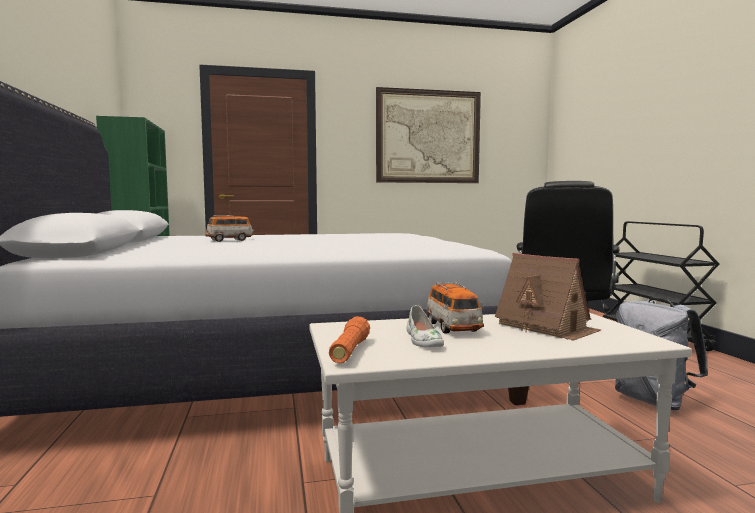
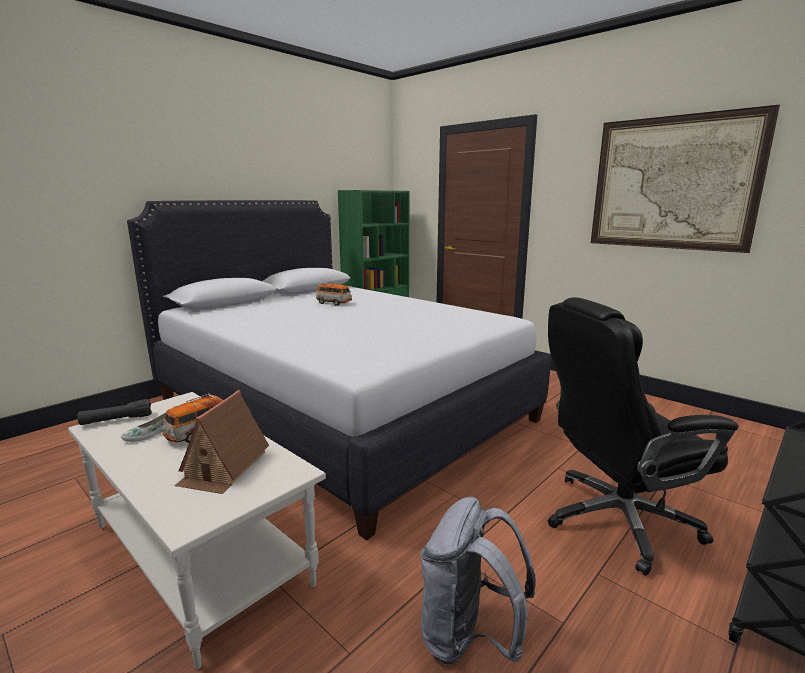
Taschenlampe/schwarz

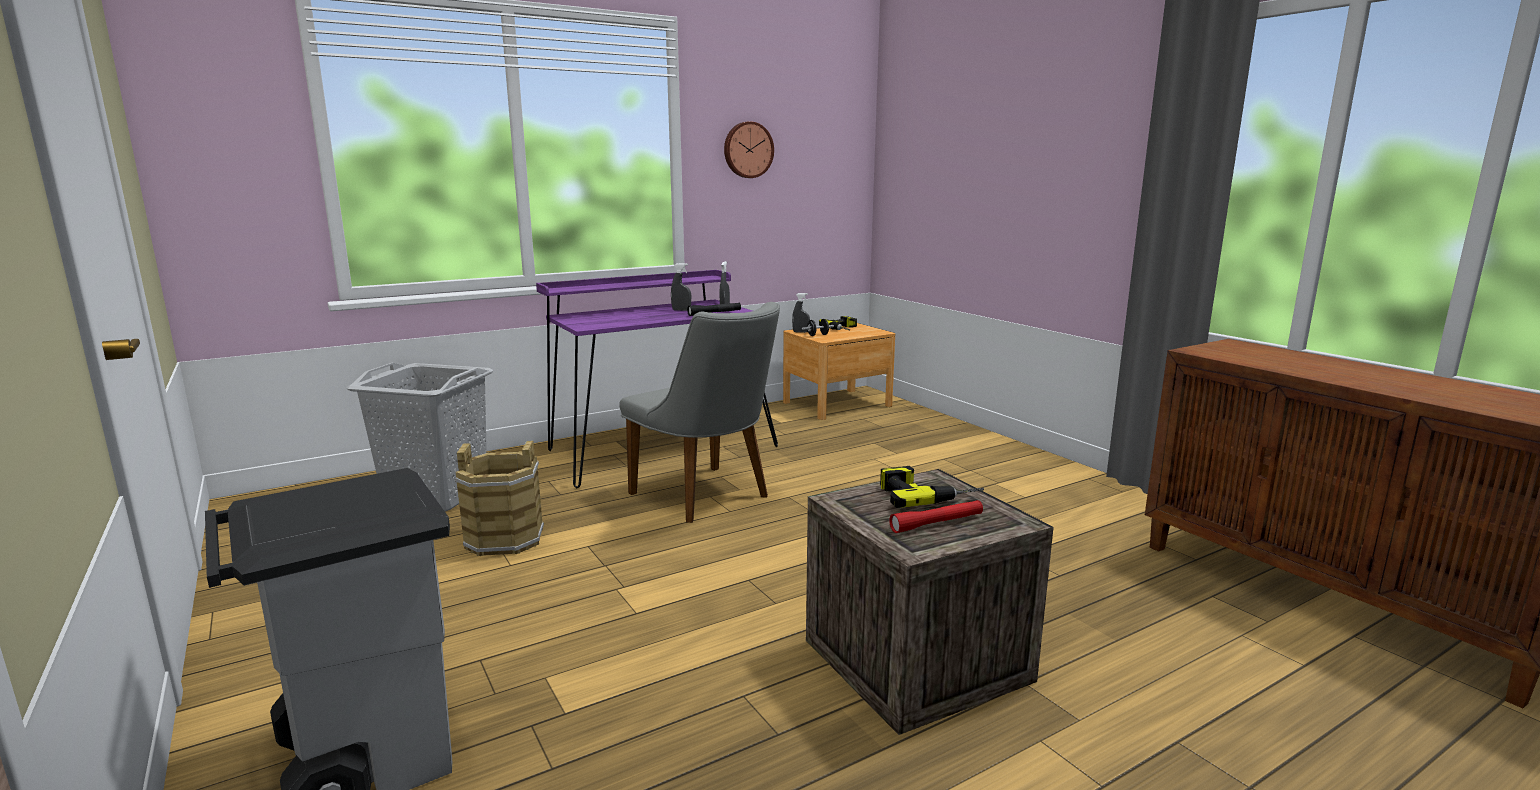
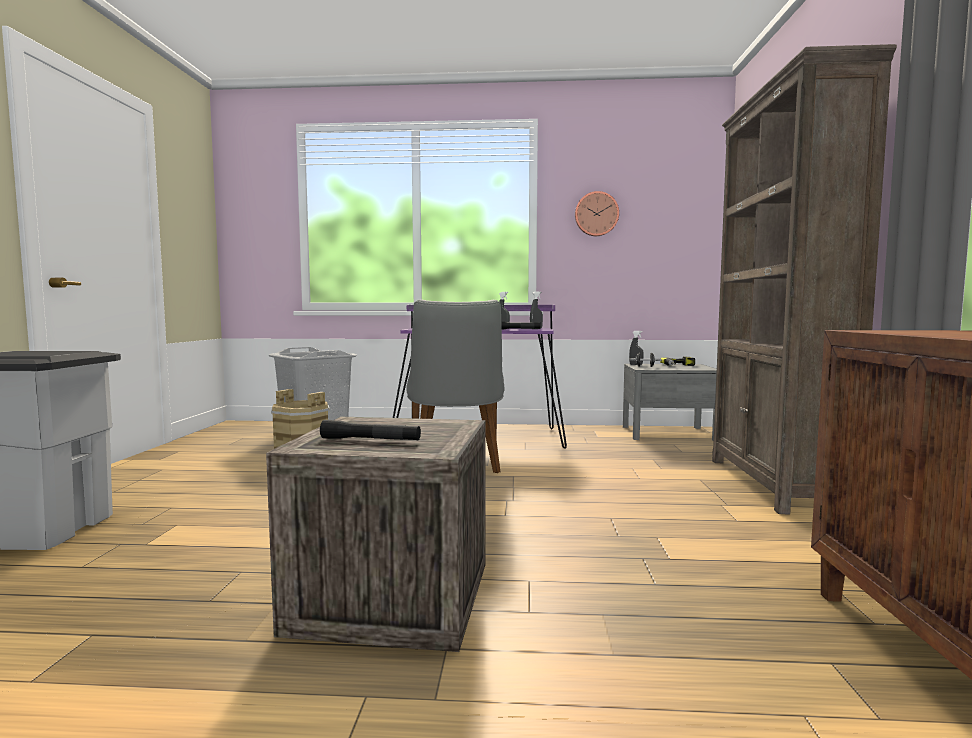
Bohrmaschine (no. 2 from left in the first image)
Bücherregal/braun
Nachttisch/grau
Taschenlampe/schwarz (no. 1 from left)

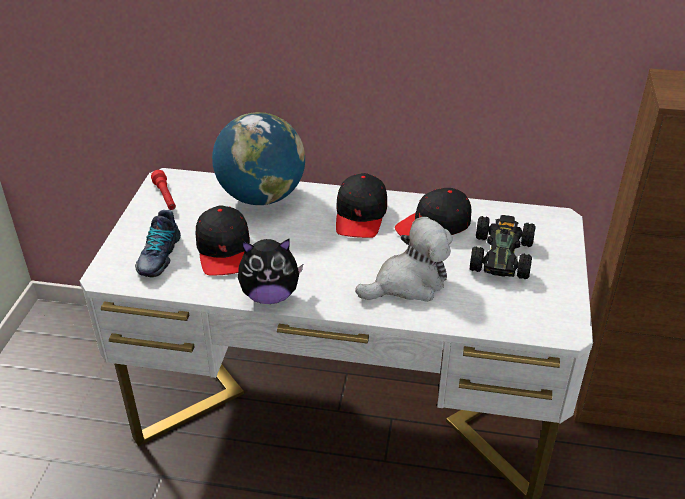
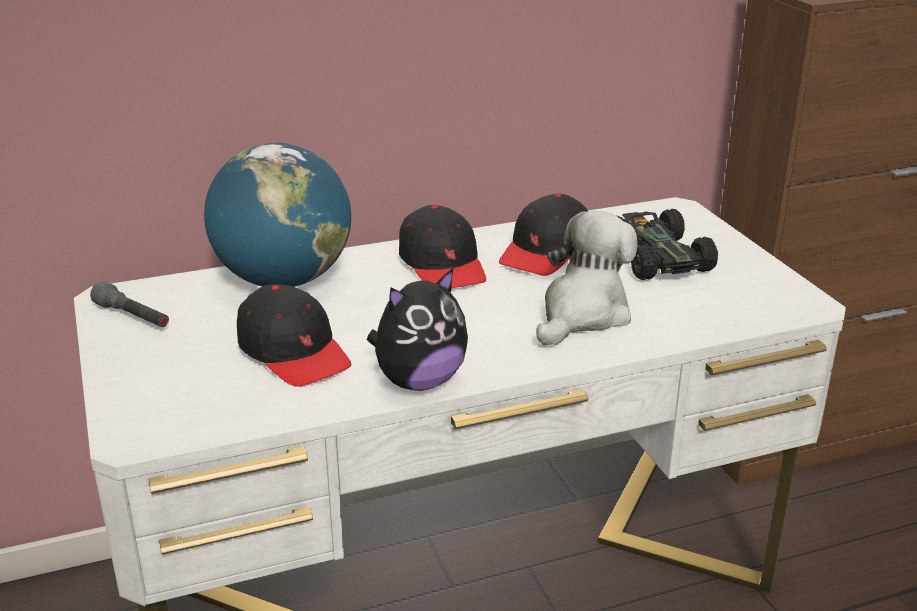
Schuh
Taschenlampe/grau

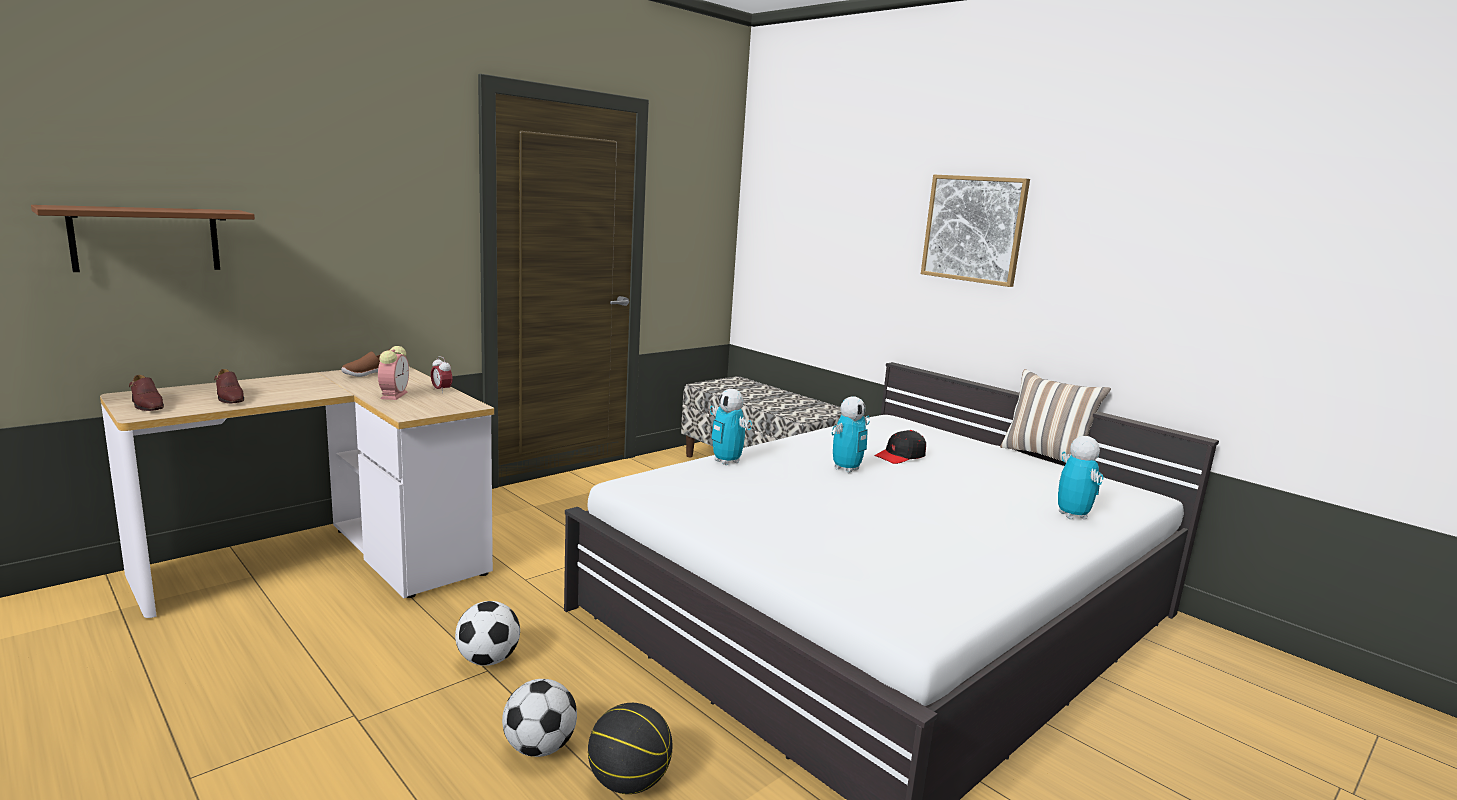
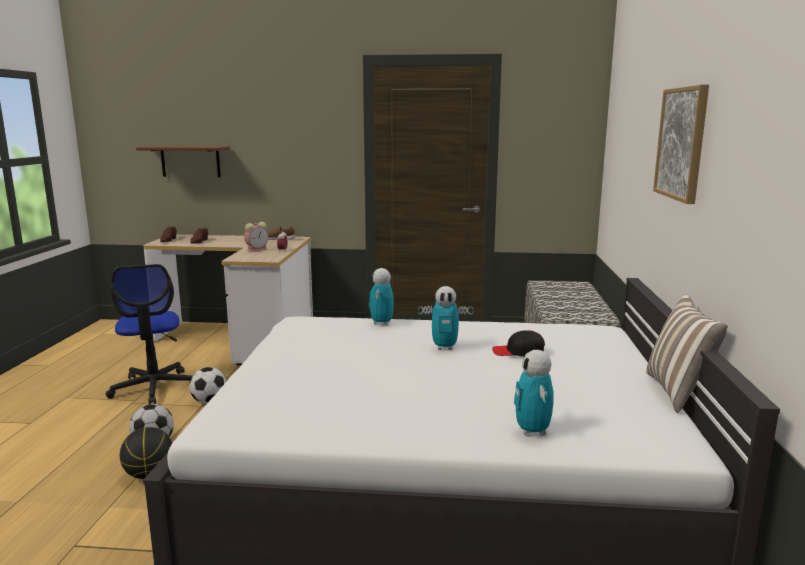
Bürostuhl
Spielzeugroboter (no. 3 from left)

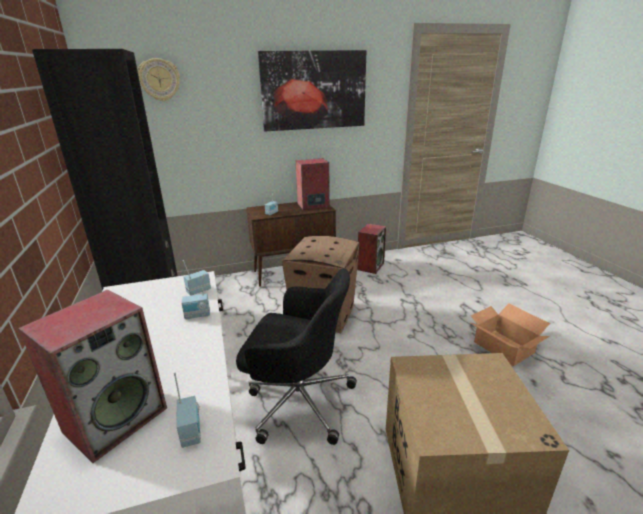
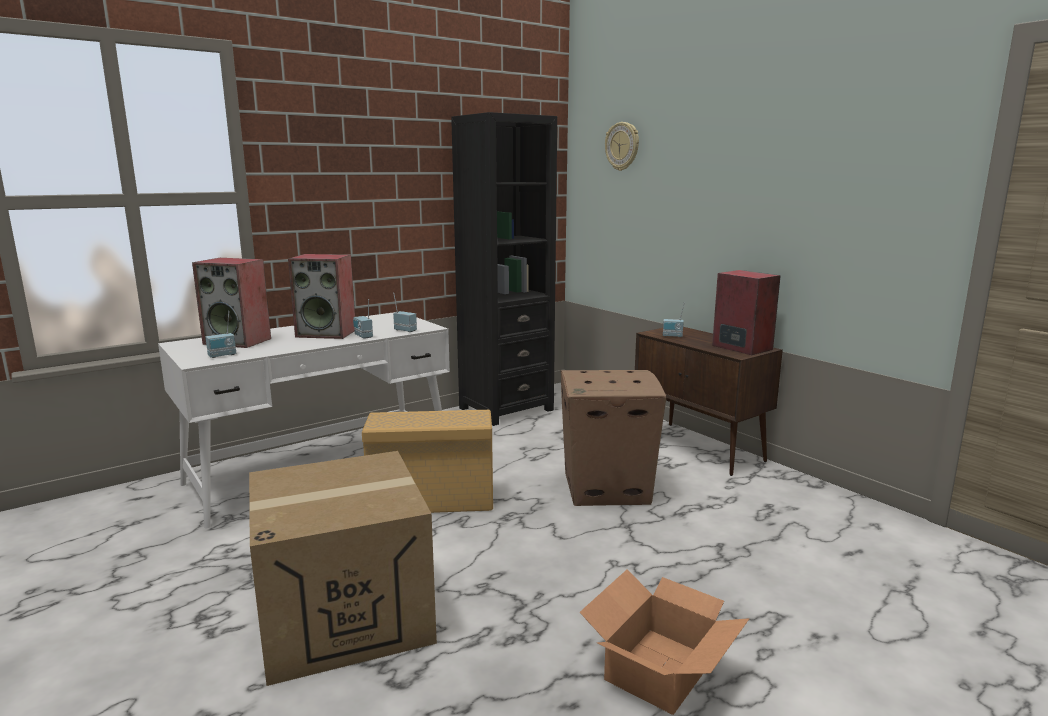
Bild
Lautsprecher (no. 2 from left)
Aufbewahrungsbox/beige

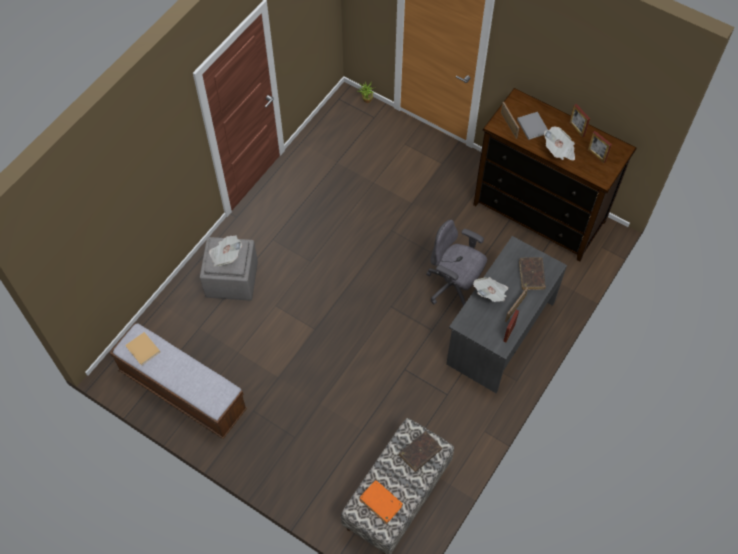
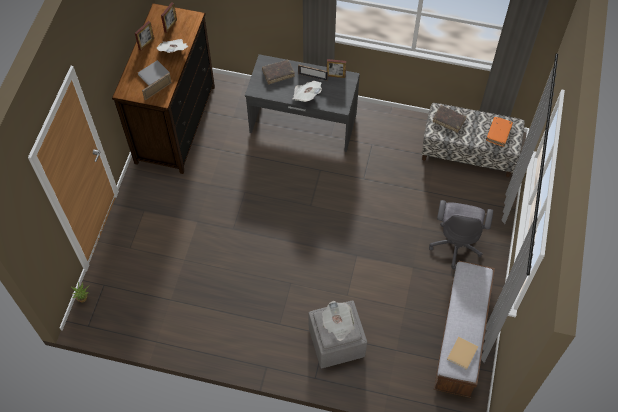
Bürostuhl/grau

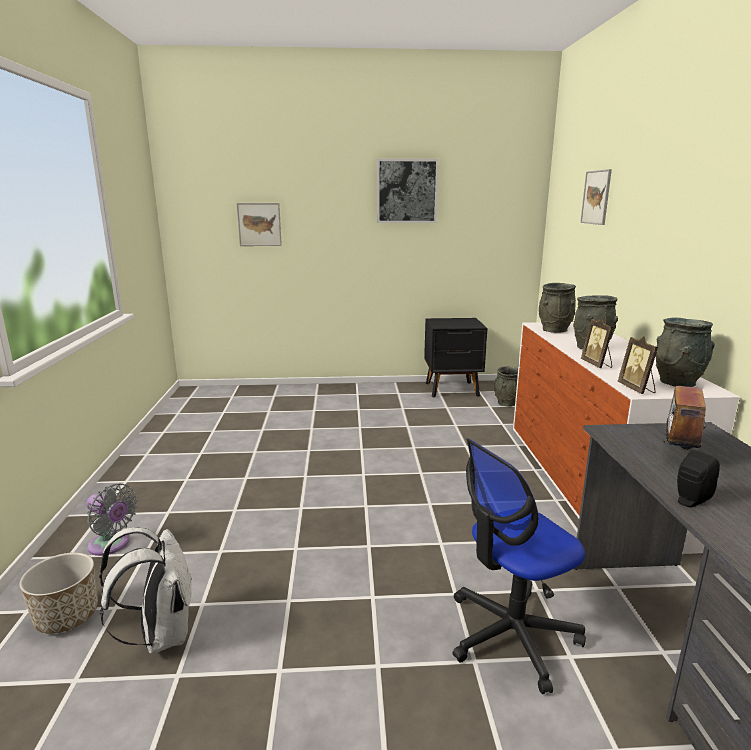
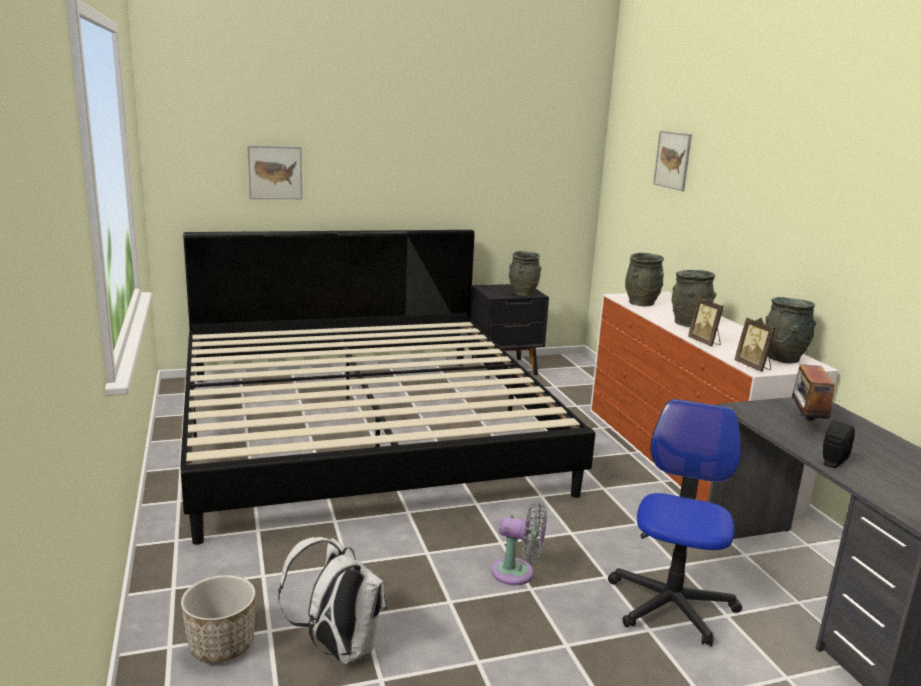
Bild (no. 2 from left in the first image)
Bett
Ventilator/grau
Vase/grau (no. 1 from left)
Bürostuhl

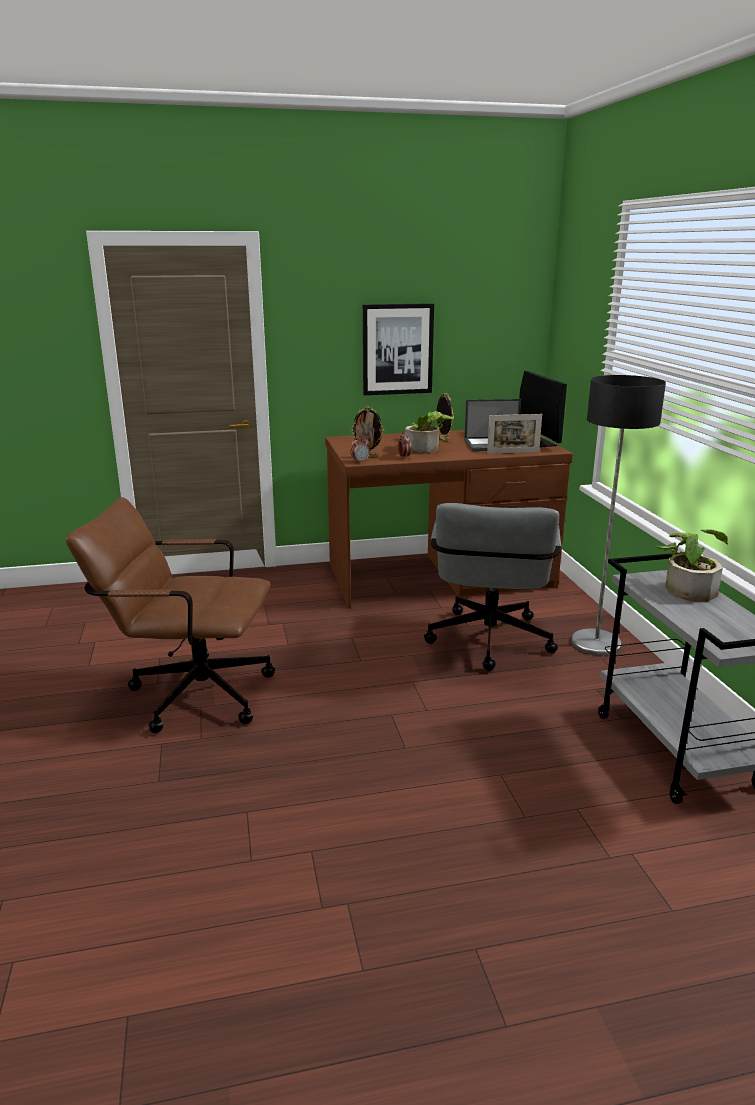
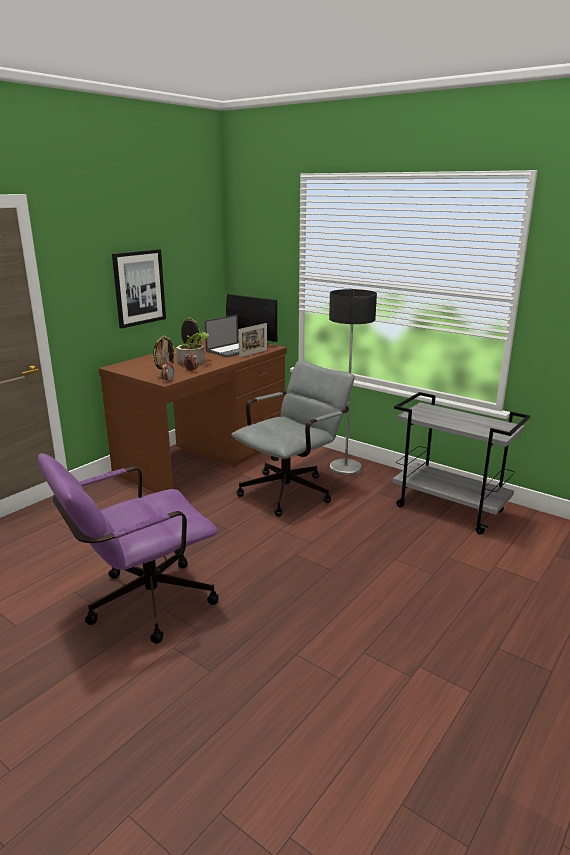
Topfpflanze (no. 2 from left in the first image)
Bürostuhl/lila
Bürostuhl/grau

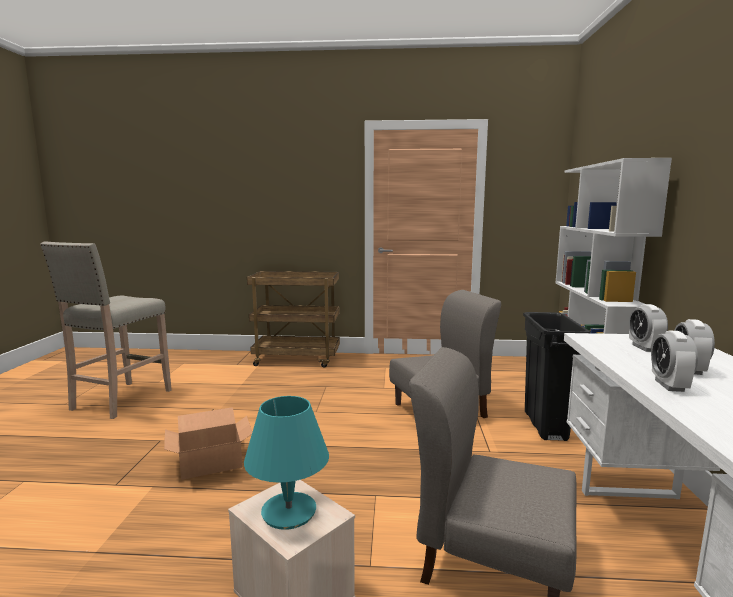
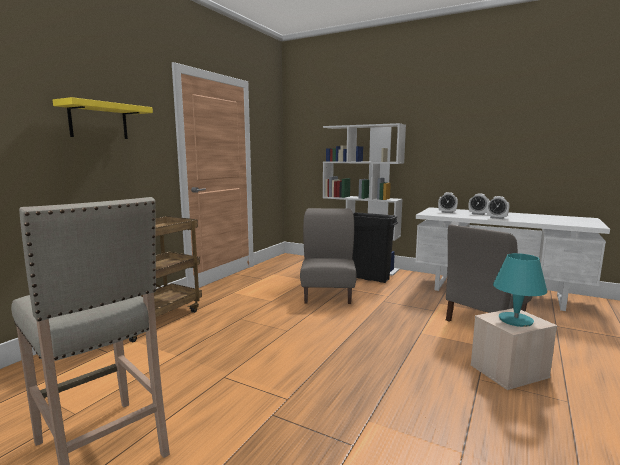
Karton
Wandregal/gelb

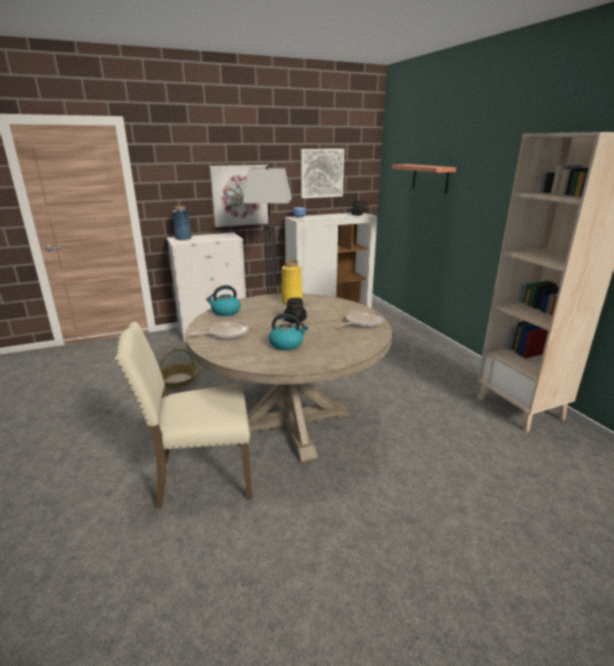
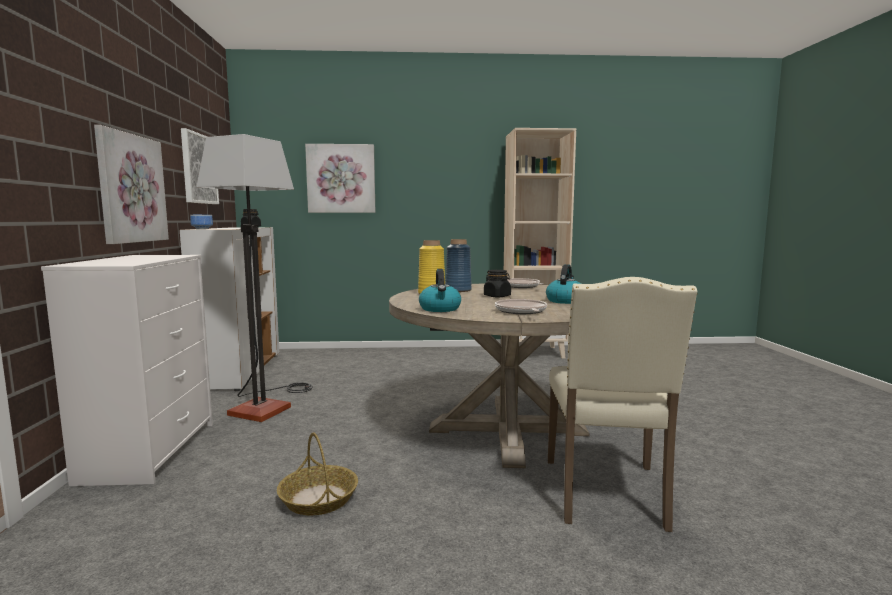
Vase/blau
Bild (no. 3 from left)

